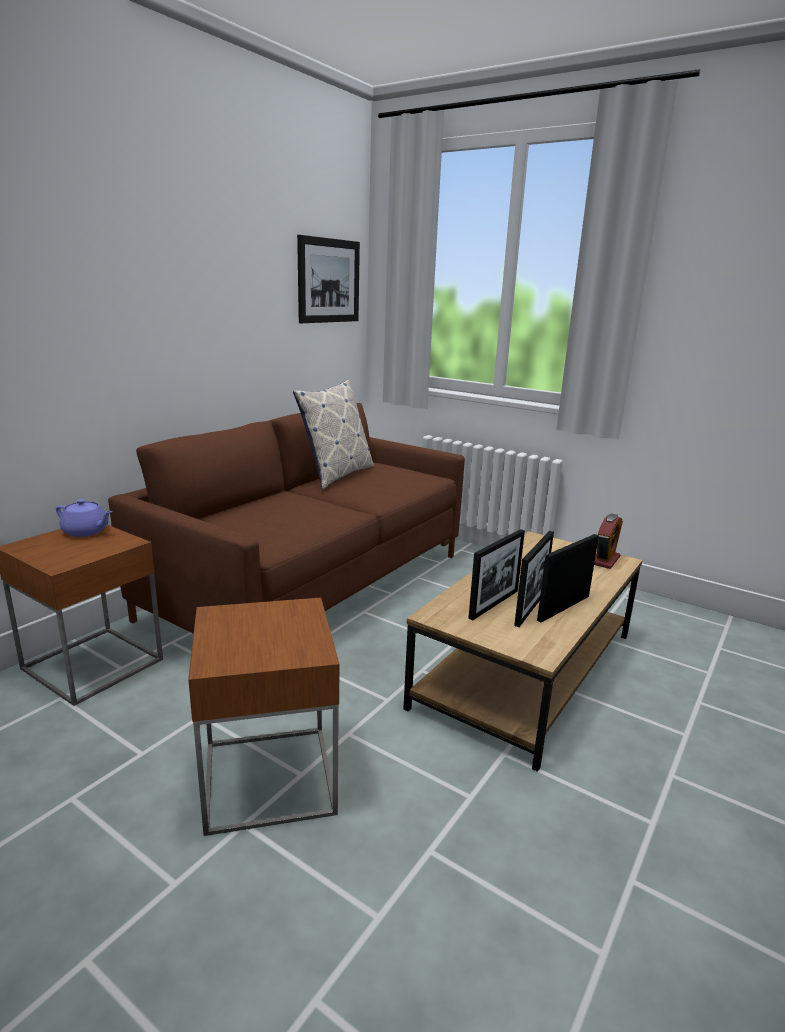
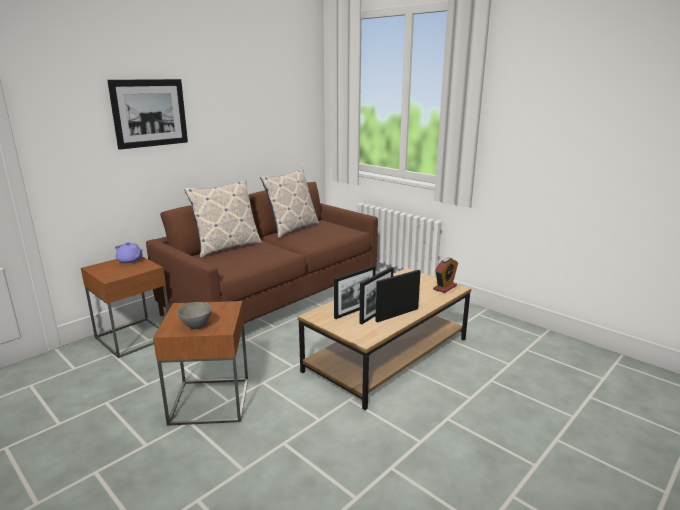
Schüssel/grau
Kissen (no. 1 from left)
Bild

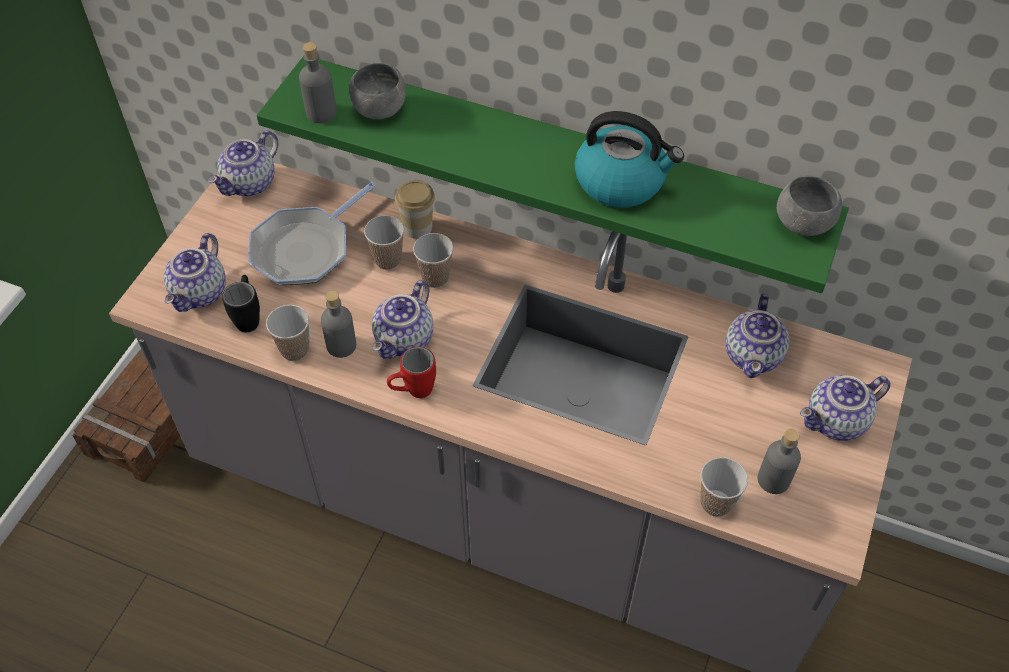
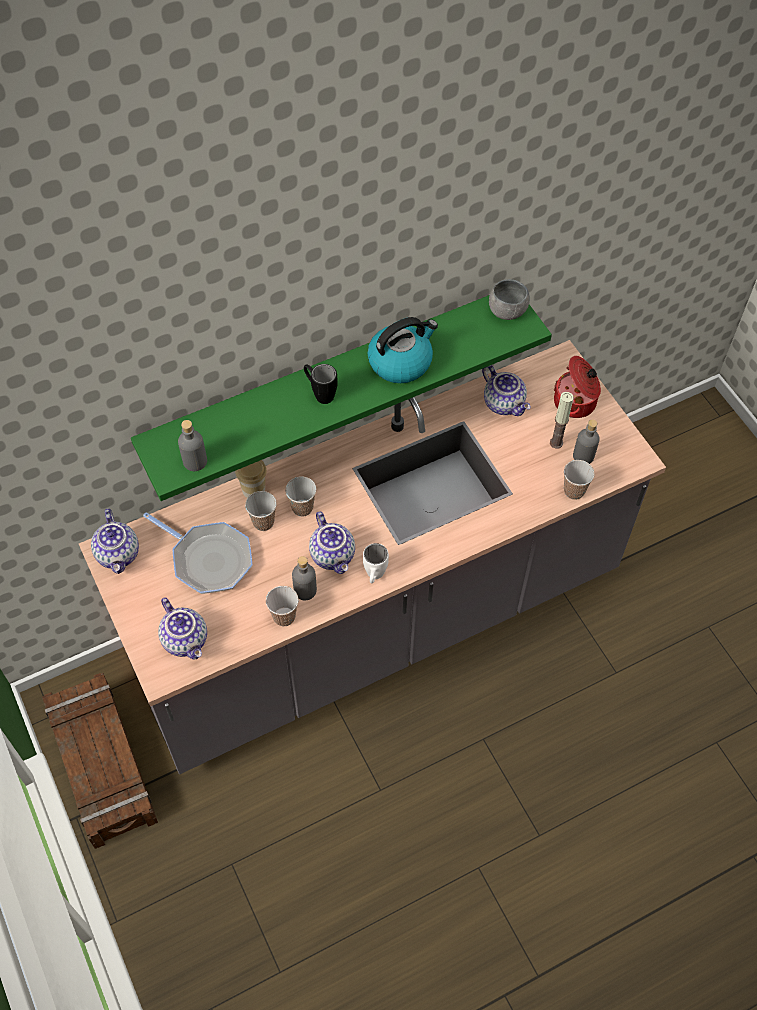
Schüssel/grau (no. 1 from left in the first image)
Kerze
Henkelbecher/schwarz
Kochtopf
Henkelbecher/weiß
Pfanne

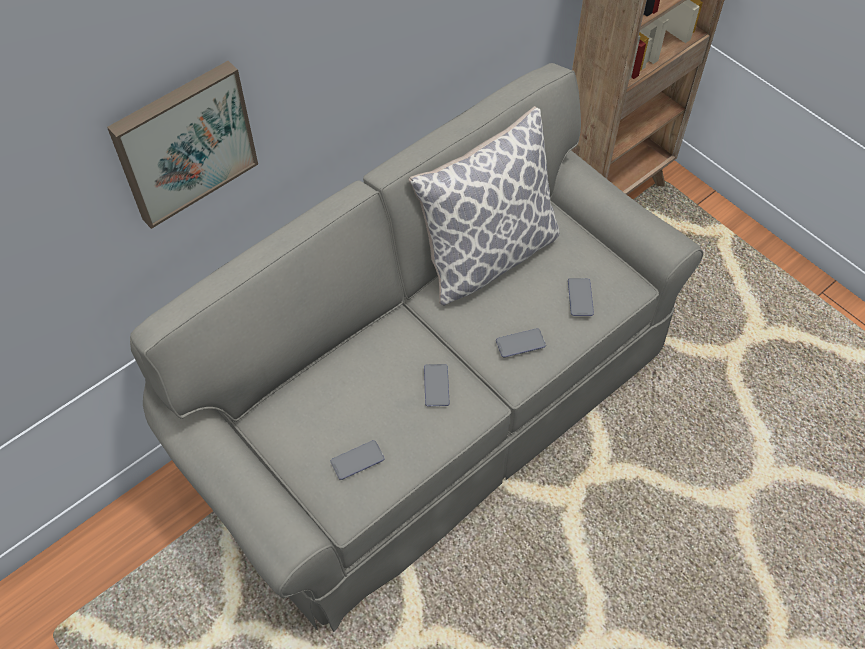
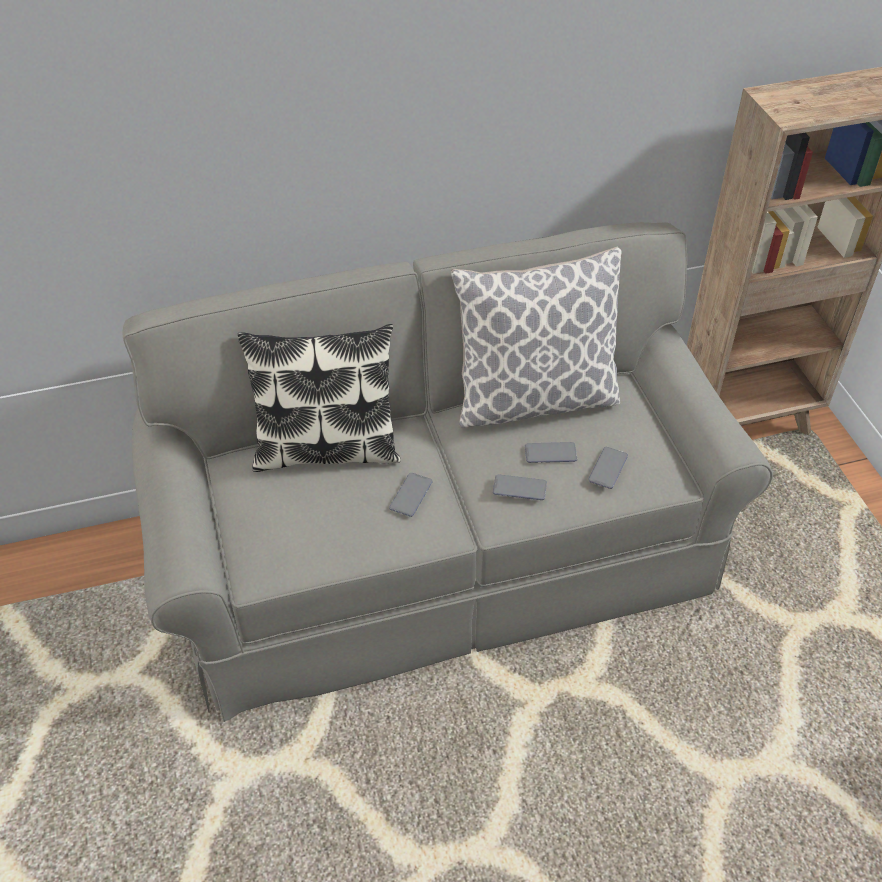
Bild
Kissen (no. 1 from left)
Handy (no. 3 from left)

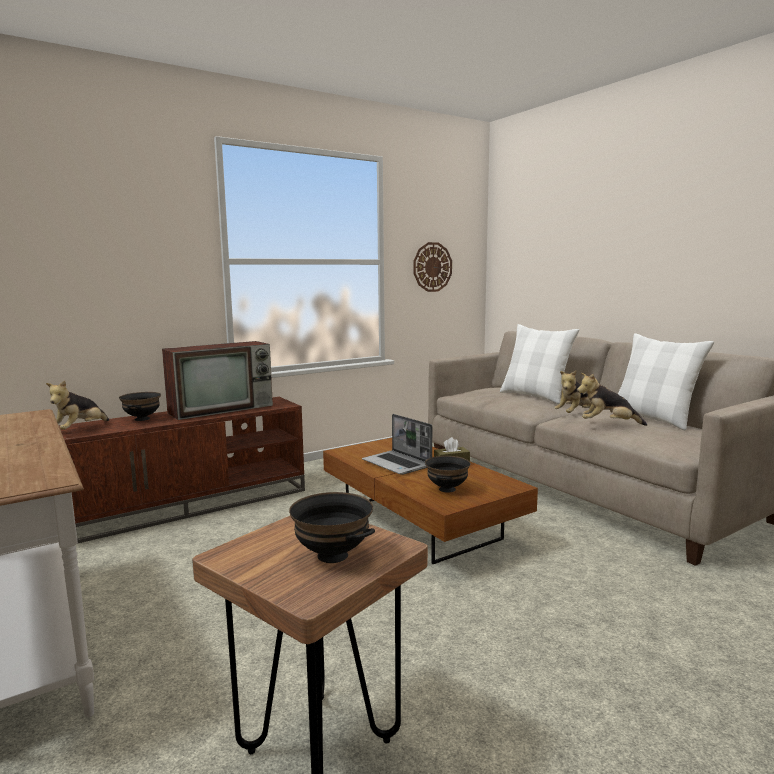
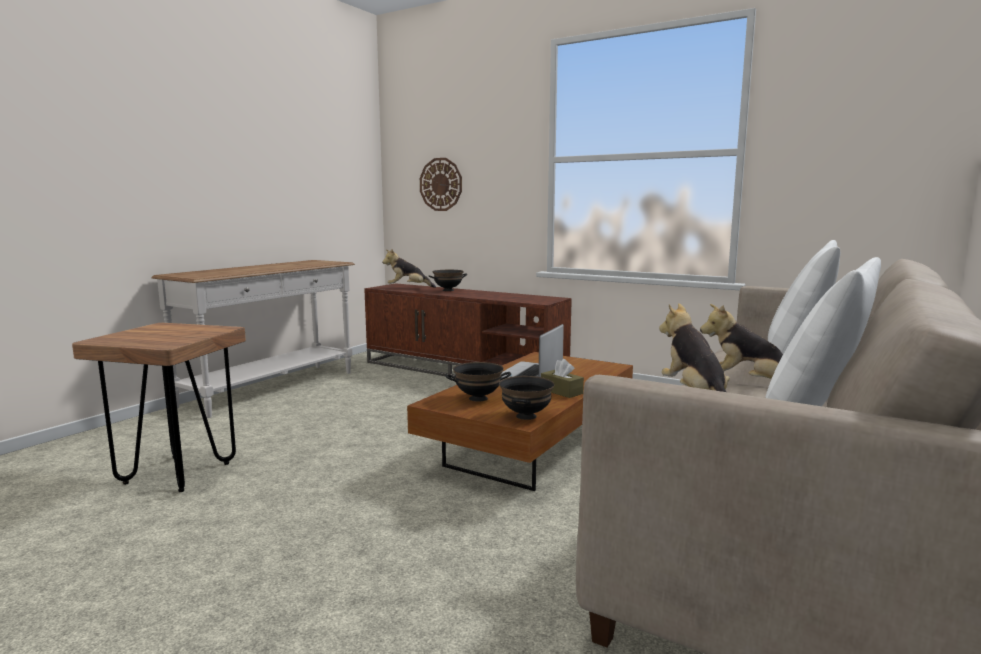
Fernseher
Schüssel/schwarz (no. 3 from left)
Wanduhr

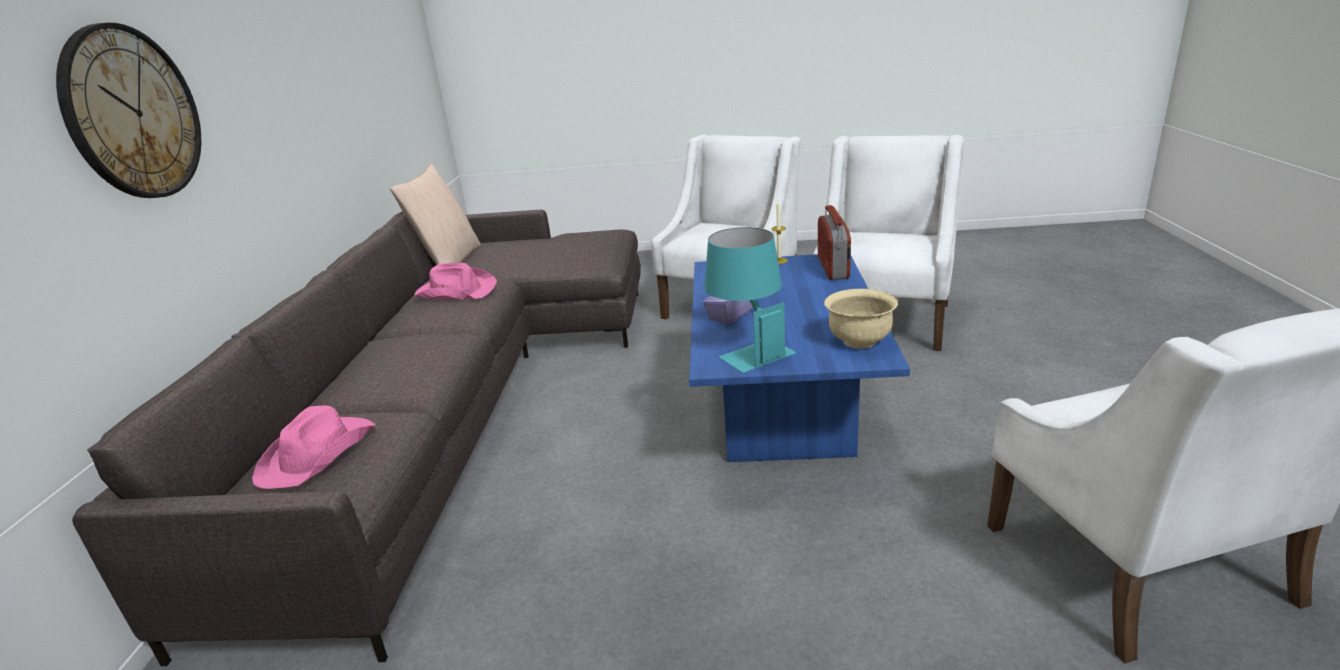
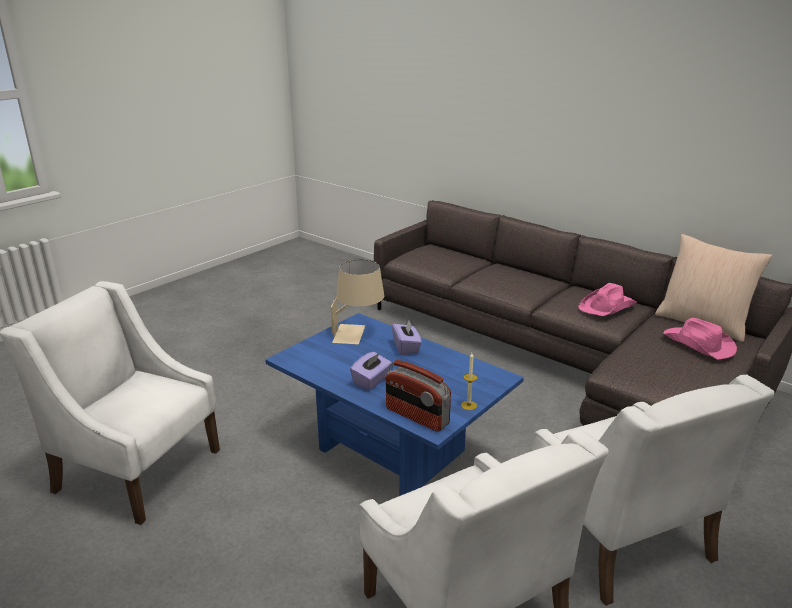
Wanduhr
Schüssel/beige
Taschentuchbox/lila (no. 1 from left)
Hut/rosa (no. 2 from left)
Tischlampe/beige

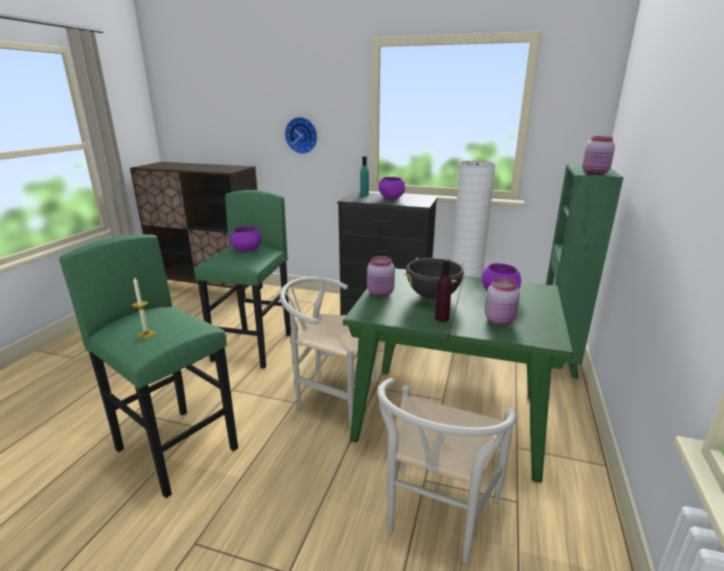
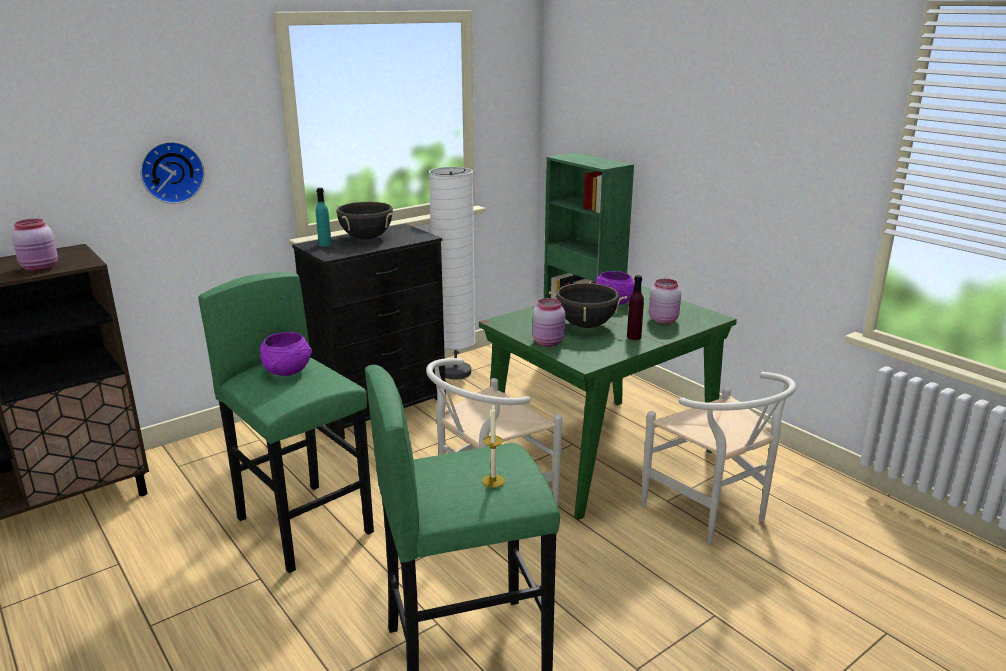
Vorratsglas/rosa (no. 1 from left)
Kochtopf/schwarz (no. 1 from left)

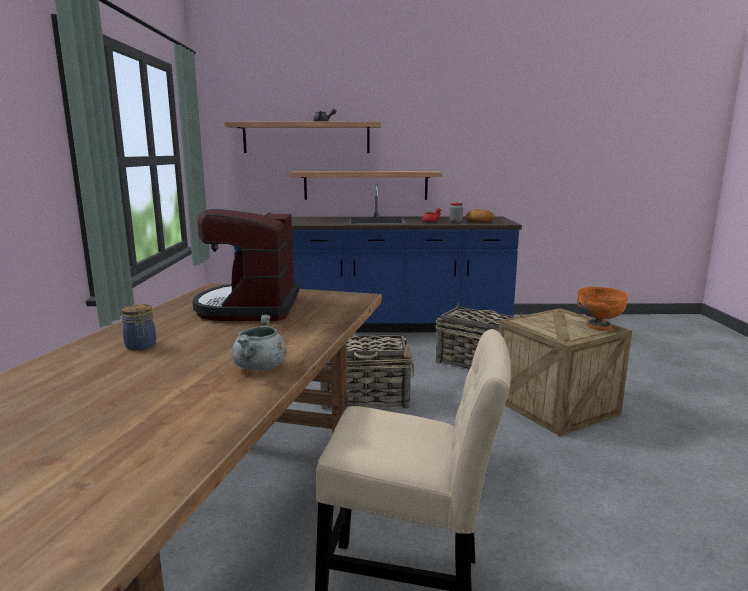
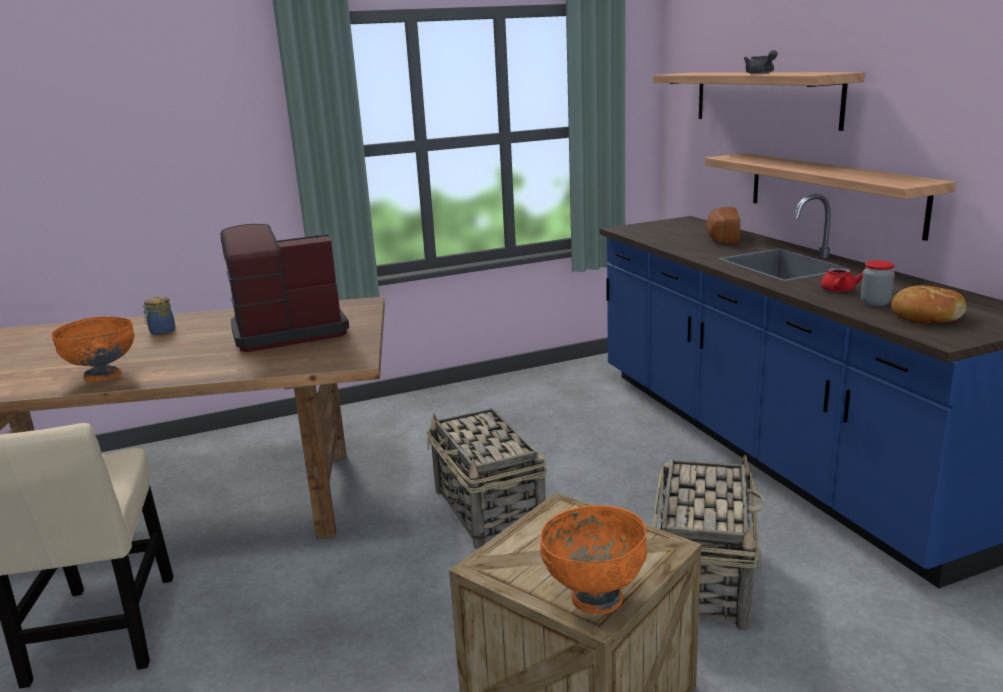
Brot (no. 1 from left)
Schüssel/orange (no. 1 from left)

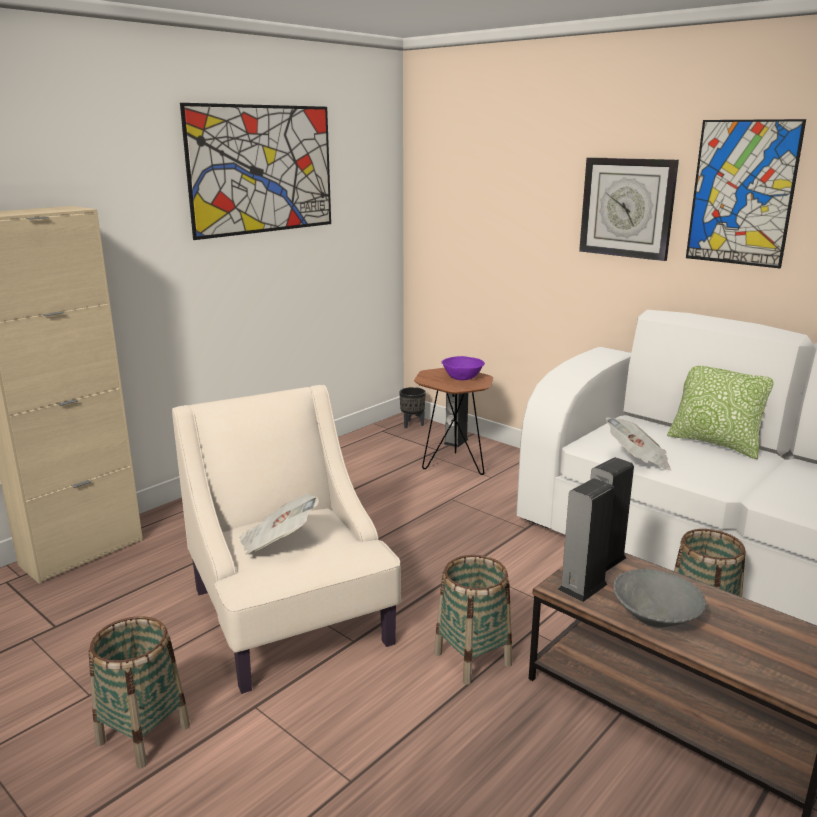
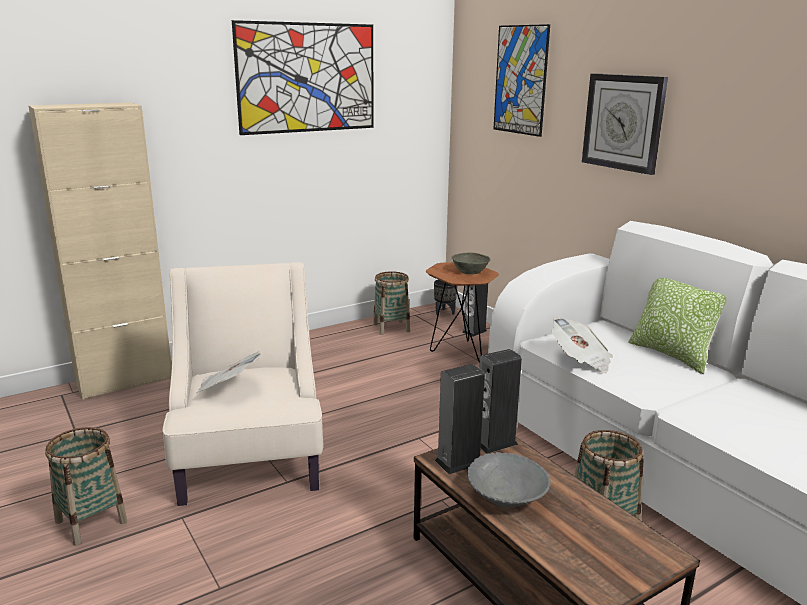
Korb (no. 2 from left)
Bild (no. 2 from left)
Schüssel/grau (no. 1 from left)

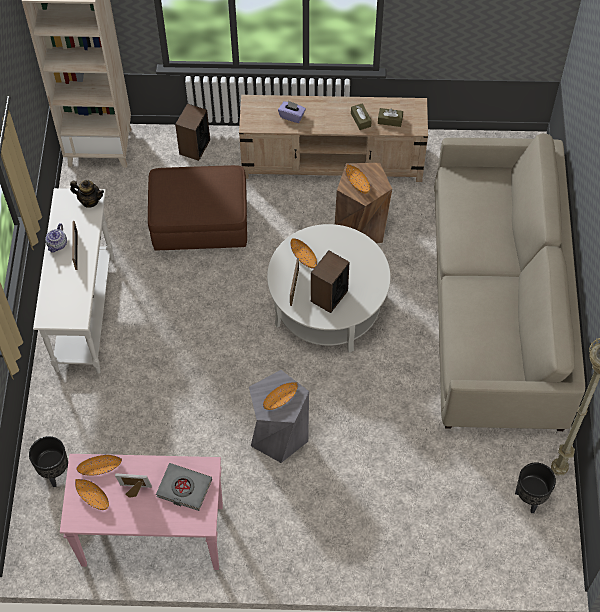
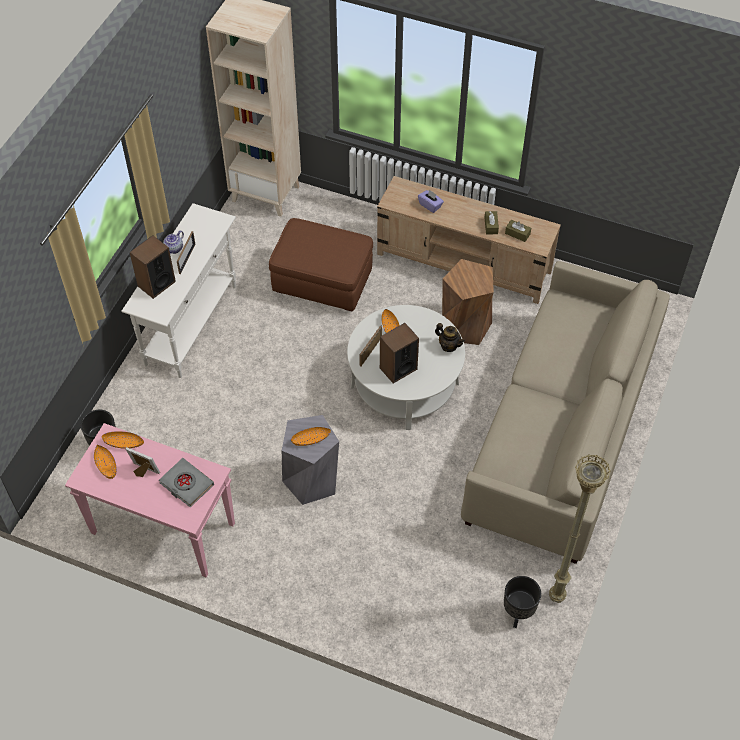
Schüssel/orange (no. 5 from left in the first image)
Teekanne (no. 2 from left)
Lautsprecher (no. 1 from left)

